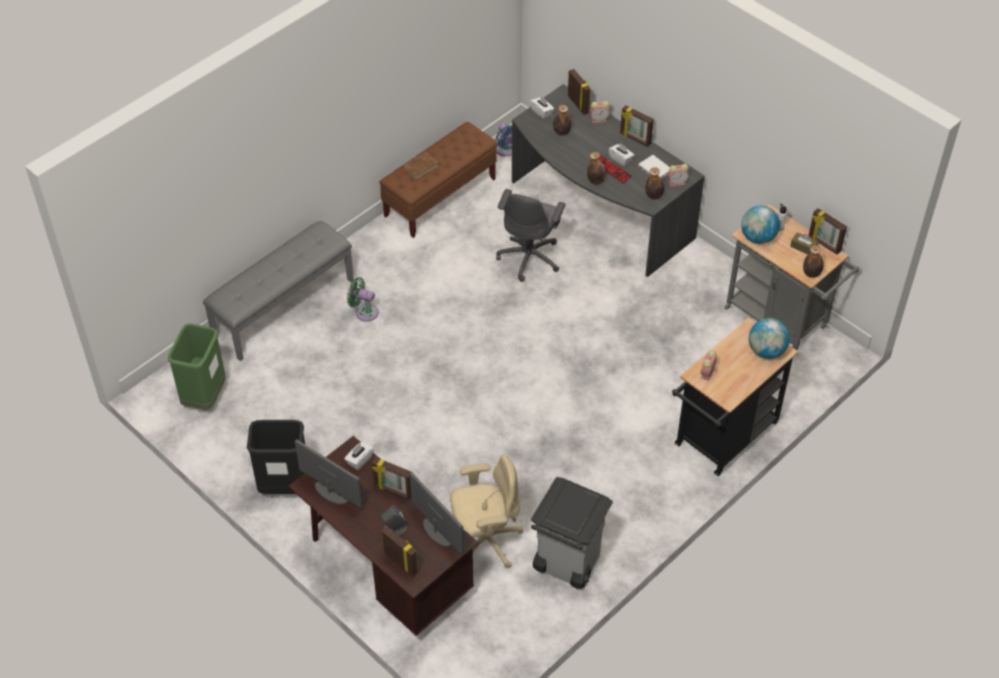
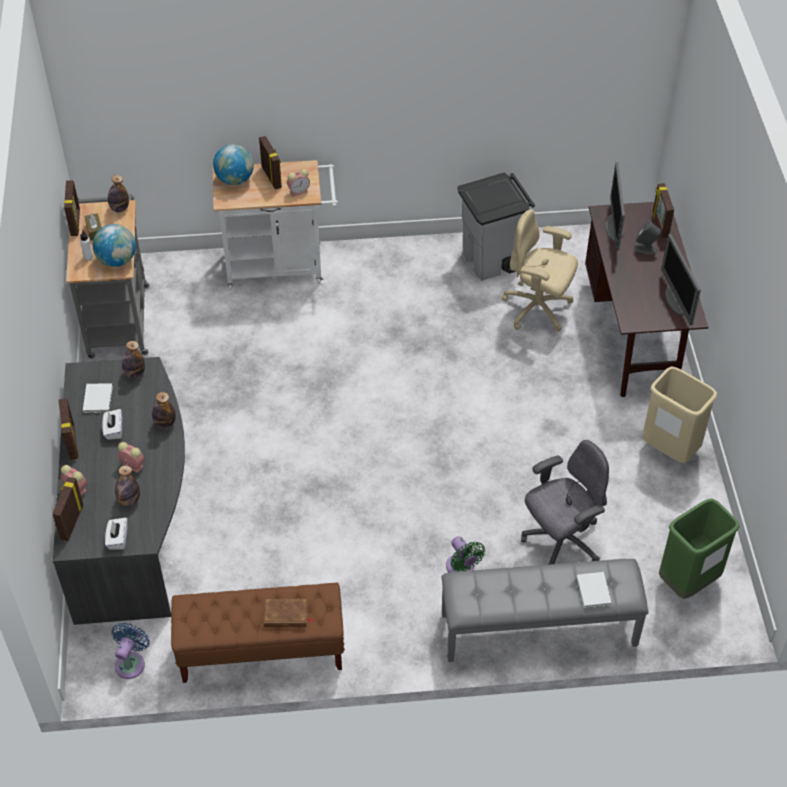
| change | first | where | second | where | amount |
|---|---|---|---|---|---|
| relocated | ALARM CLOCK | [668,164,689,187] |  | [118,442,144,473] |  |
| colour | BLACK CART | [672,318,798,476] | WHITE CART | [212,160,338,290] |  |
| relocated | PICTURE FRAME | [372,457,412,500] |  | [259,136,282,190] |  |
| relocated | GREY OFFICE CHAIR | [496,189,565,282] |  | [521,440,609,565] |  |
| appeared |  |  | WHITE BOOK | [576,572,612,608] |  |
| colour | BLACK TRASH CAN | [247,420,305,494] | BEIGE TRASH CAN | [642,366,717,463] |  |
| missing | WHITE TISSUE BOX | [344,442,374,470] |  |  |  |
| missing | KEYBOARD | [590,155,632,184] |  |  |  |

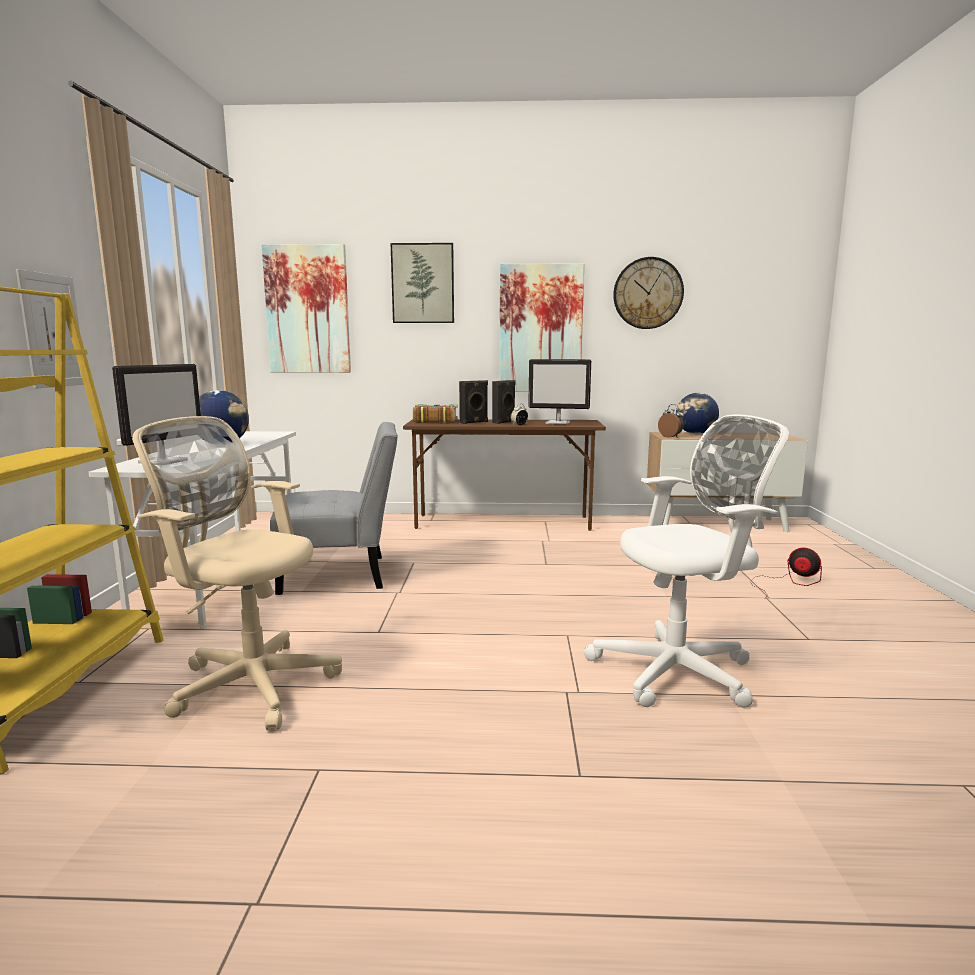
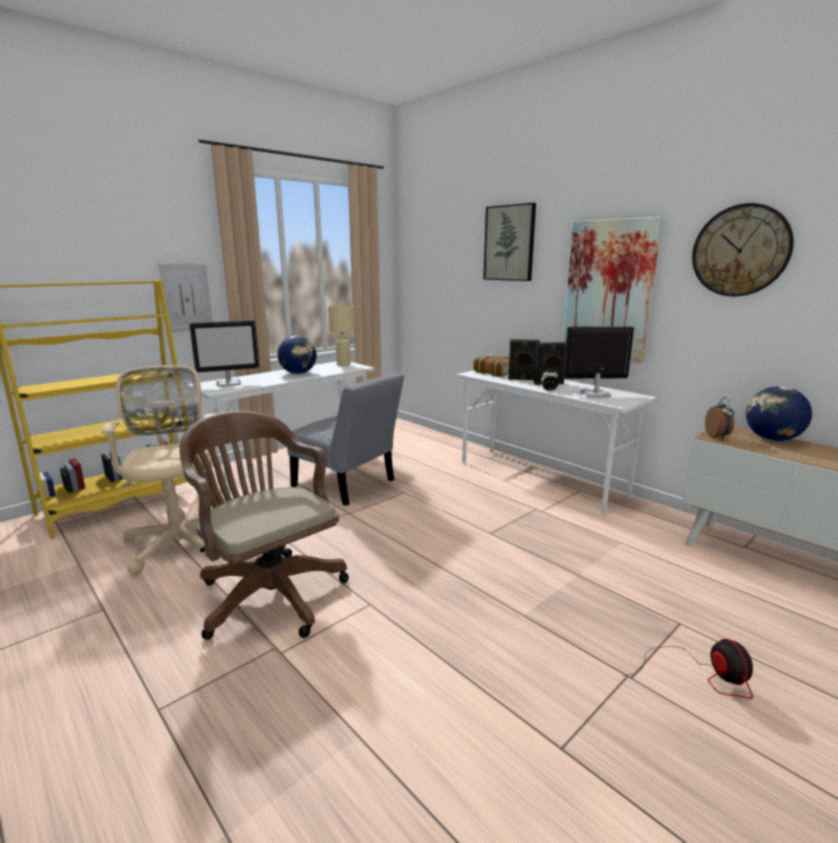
| change | first | where | second | where | amount |
|---|---|---|---|---|---|
| appeared |  |  | BROWN OFFICE CHAIR | [179,411,349,640] |  |
| appeared |  |  | BEIGE TABLE LAMP | [328,305,355,366] |  |
| colour | BROWN DESK | [403,419,606,531] | WHITE DESK | [457,370,657,515] |  |
| spun | MONITOR | [528,359,591,425] |  | [563,326,634,397] | 120 degrees clockwise |
| missing | PICTURE | [261,244,351,373] |  |  |  |
| missing | WHITE OFFICE CHAIR | [584,415,789,708] |  |  |  |

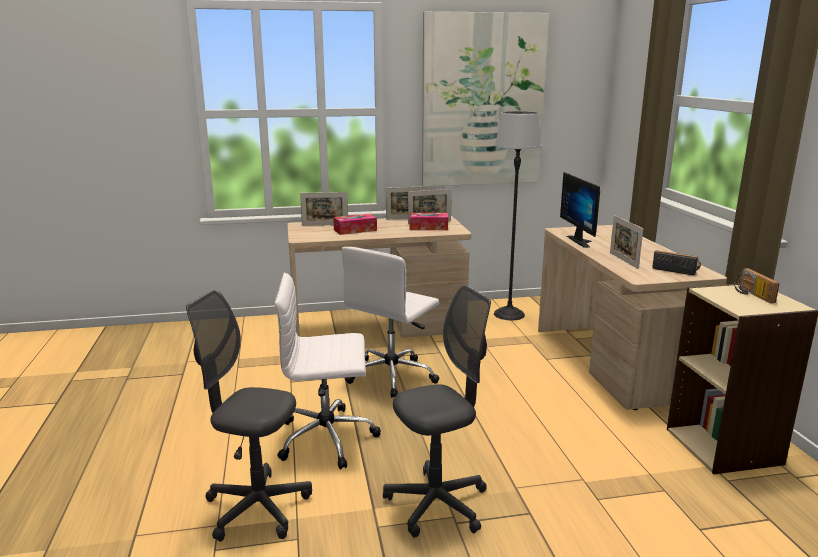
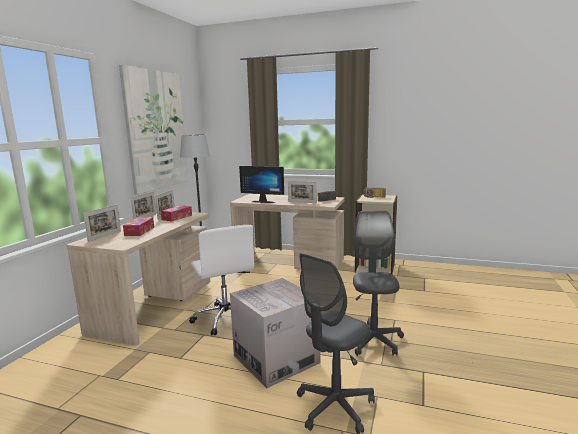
| change | first | where | second | where | amount |
|---|---|---|---|---|---|
| exchanged | WHITE OFFICE CHAIR | [275,273,381,470] | CARDBOARD BOX | [230,278,321,388] |  |

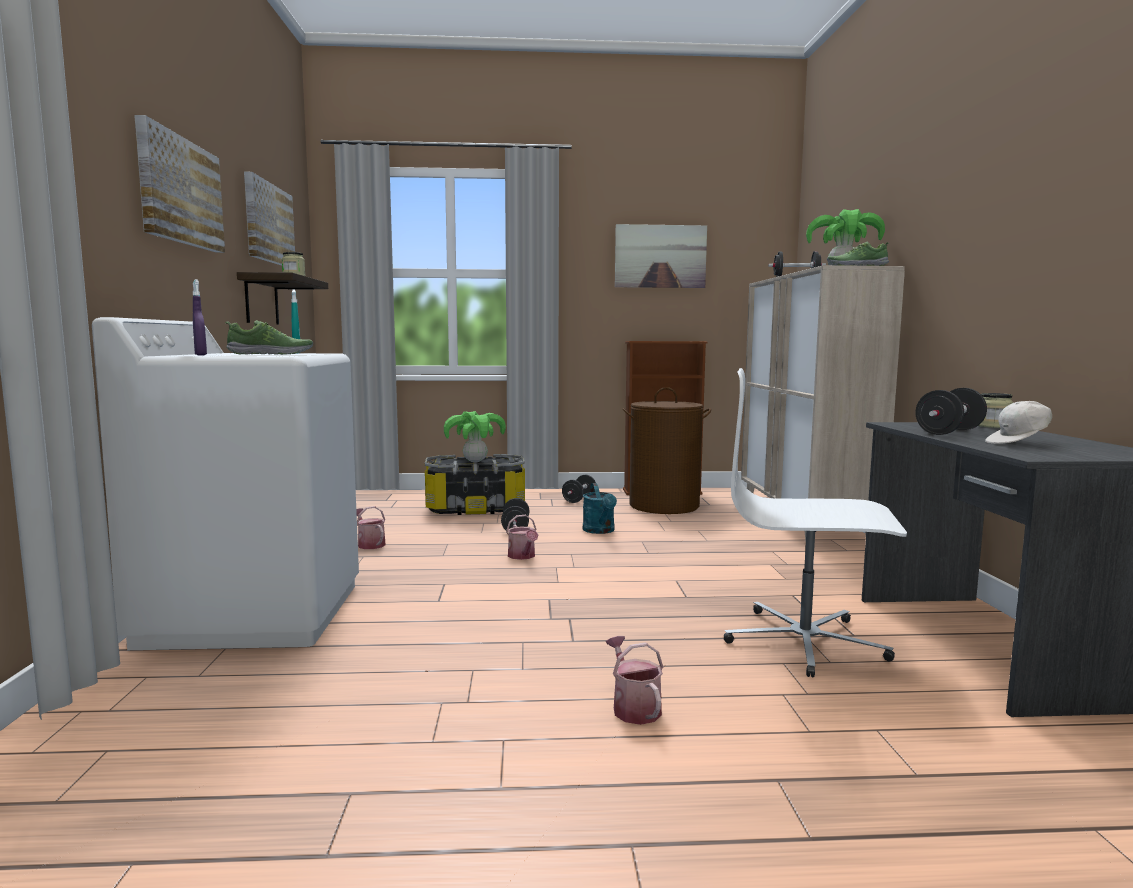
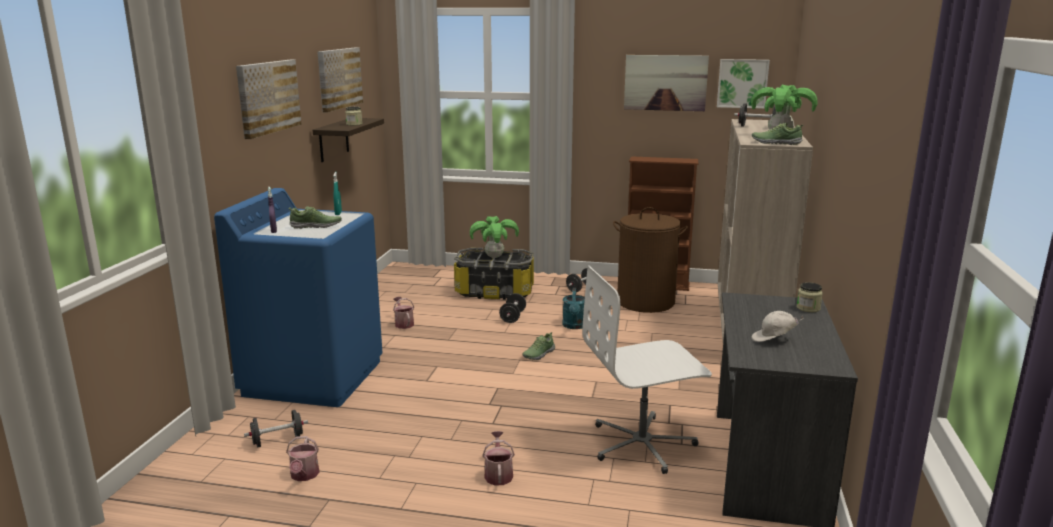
| change | first | where | second | where | amount |
|---|---|---|---|---|---|
| colour | WHITE WASHING MACHINE | [92,317,359,650] | BLUE WASHING MACHINE | [214,188,382,407] |  |
| relocated | BLACK DUMBBELL | [916,388,987,435] |  | [244,410,308,448] |  |
| relocated | WATERING CAN | [506,515,538,560] |  | [286,436,319,481] |  |
| appeared |  |  | SHOE | [522,332,555,360] |  |
| spun | WHITE OFFICE CHAIR | [724,368,907,677] |  | [582,265,712,474] | 45 degrees counterclockwise |
| appeared |  |  | PICTURE | [717,59,770,109] |  |

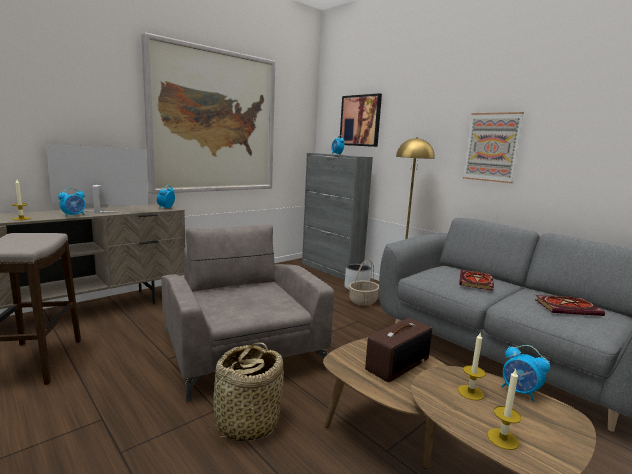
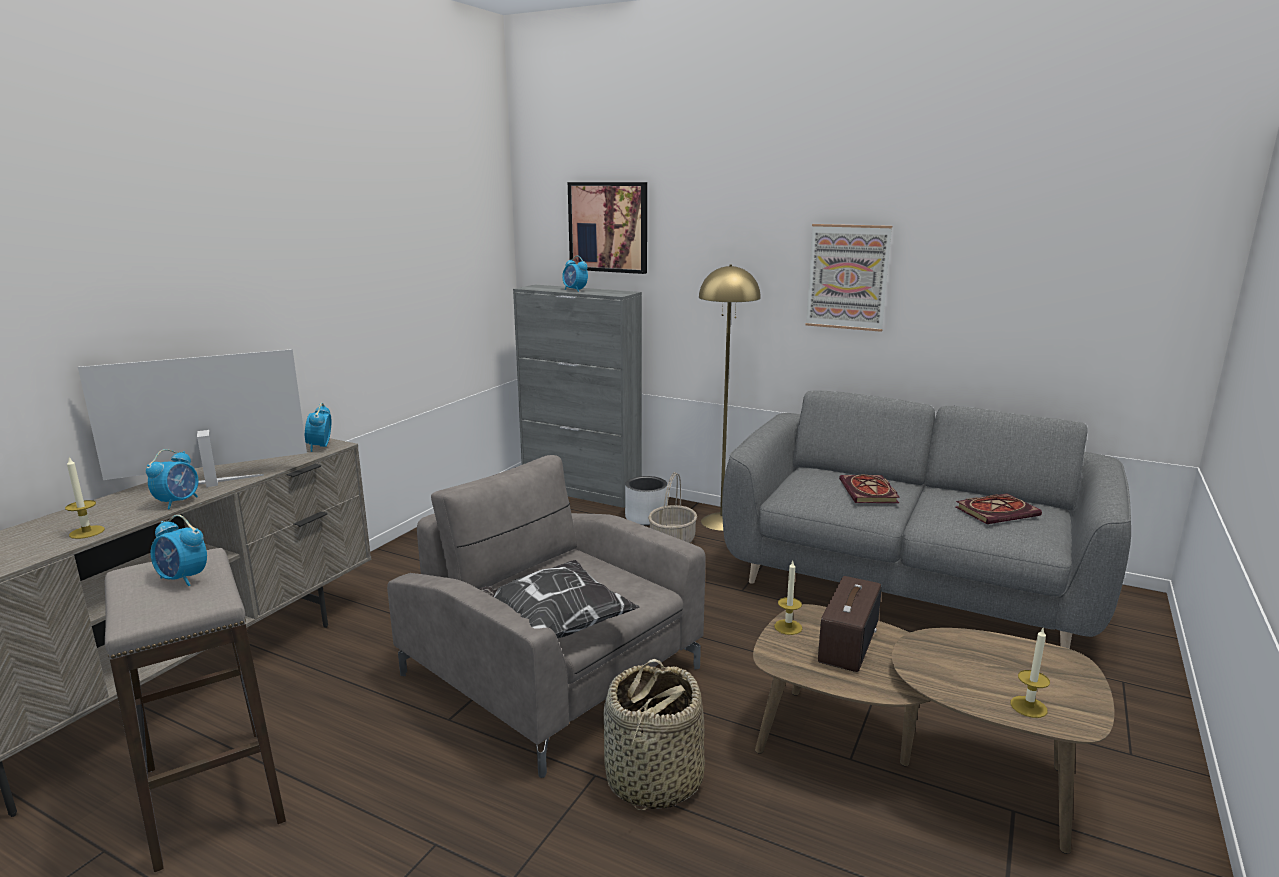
| change | first | where | second | where | amount |
|---|---|---|---|---|---|
| relocated | ALARM CLOCK | [501,345,550,402] |  | [150,515,207,587] |  |
| appeared |  |  | PILLOW | [480,560,640,639] |  |
| relocated | CANDLE | [458,331,486,401] |  | [774,561,802,635] |  |
| missing | PICTURE | [141,33,275,194] |  |  |  |

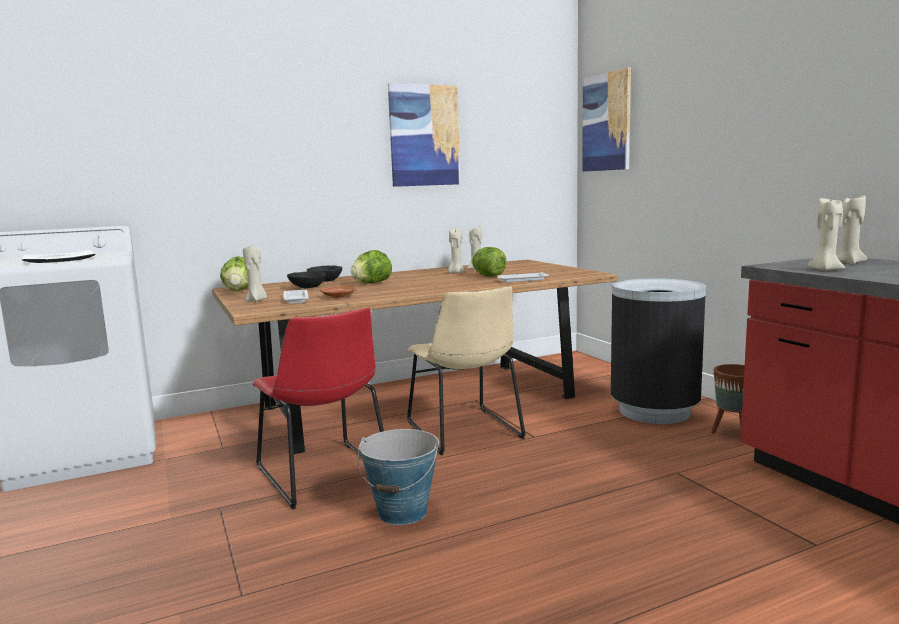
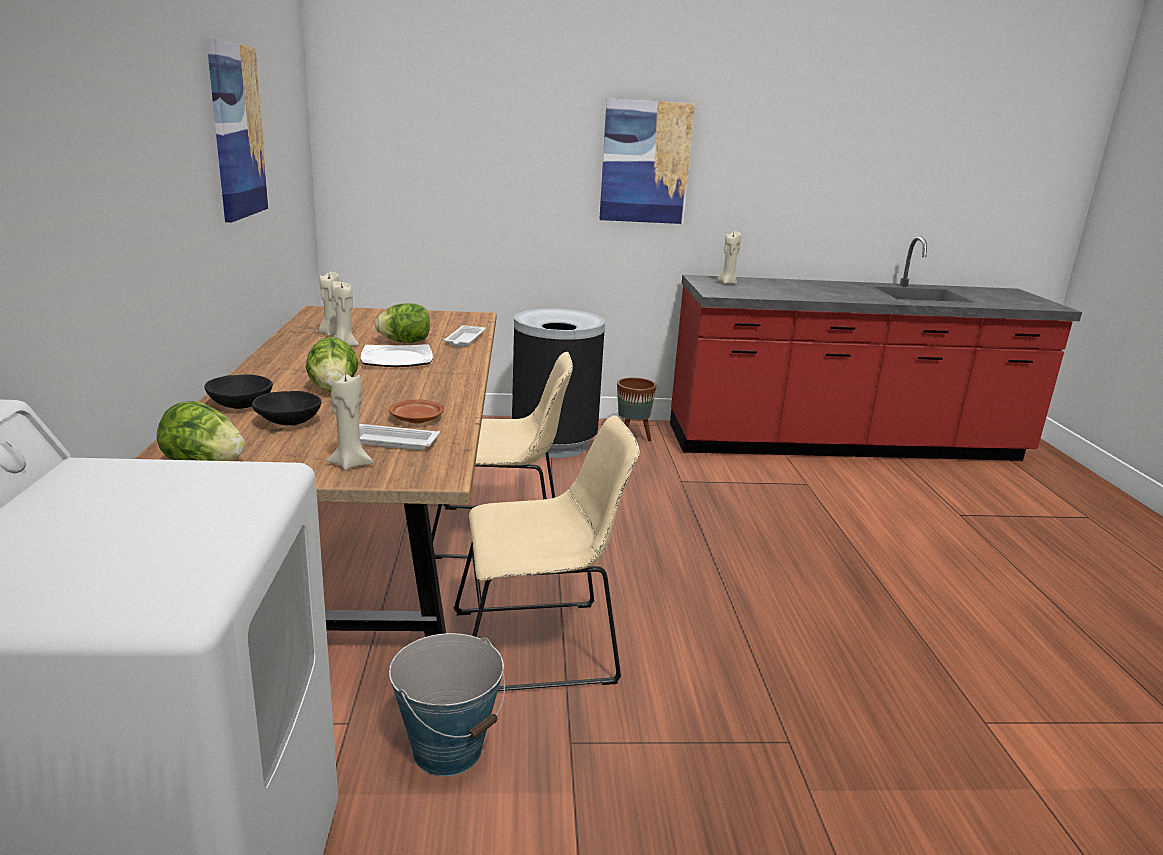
| change | first | where | second | where | amount |
|---|---|---|---|---|---|
| relocated | PLATE | [22,250,96,263] |  | [361,344,433,367] |  |
| relocated | BUCKET | [358,429,439,525] |  | [389,633,505,776] |  |
| colour | RED CHAIR | [253,307,384,510] | BEIGE CHAIR | [453,415,640,691] |  |
| relocated | PICTURE | [582,67,631,172] |  | [599,98,695,224] |  |
| missing | BEIGE CANDLE | [808,196,845,271] |  |  |  |

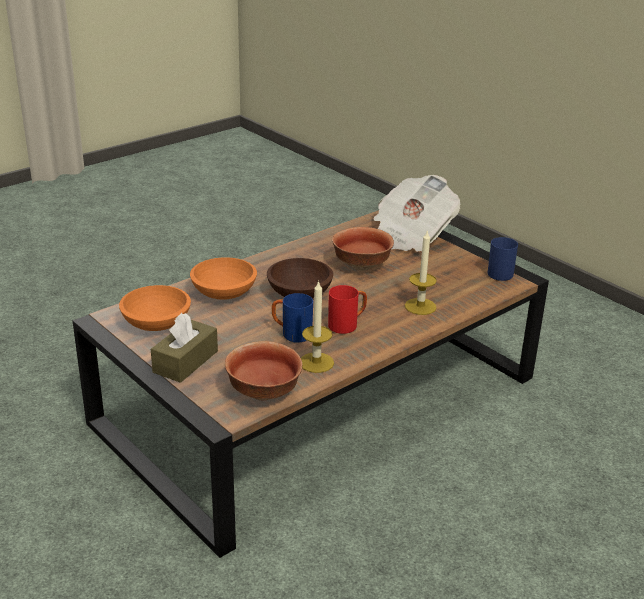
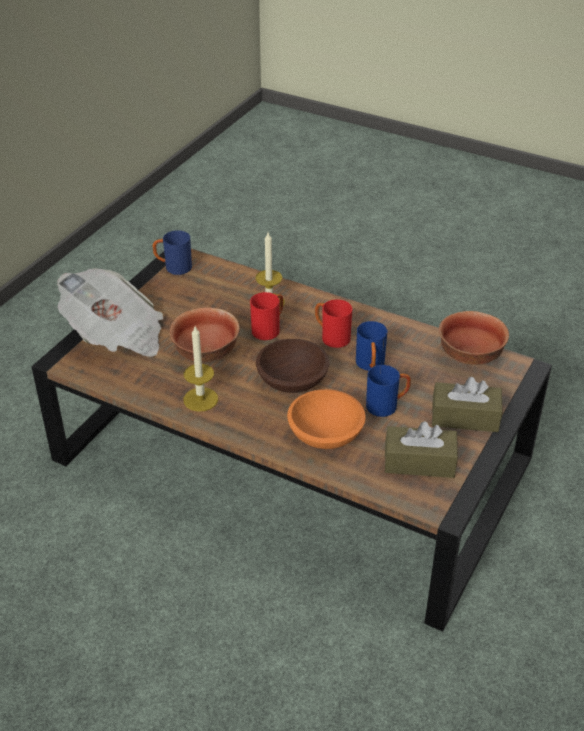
| change | first | where | second | where | amount |
|---|---|---|---|---|---|
| relocated | CANDLE | [301,280,334,373] |  | [184,326,218,412] |  |
| appeared |  |  | RED MUG | [250,292,283,340] |  |
| appeared |  |  | BLUE MUG | [366,365,411,417] |  |
| exchanged | ORANGE BOWL | [119,285,191,331] | BROWN TISSUE BOX | [385,421,458,478] |  |

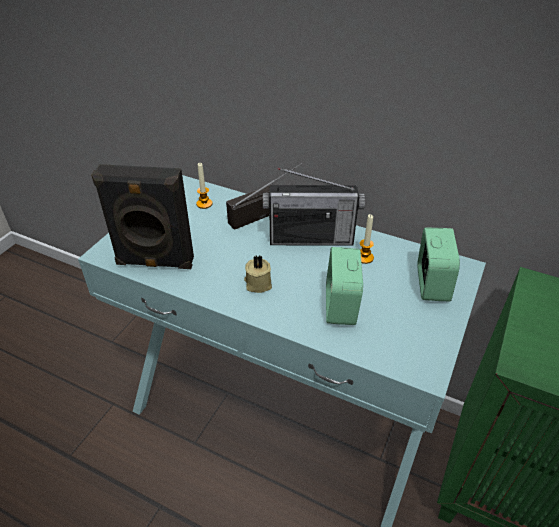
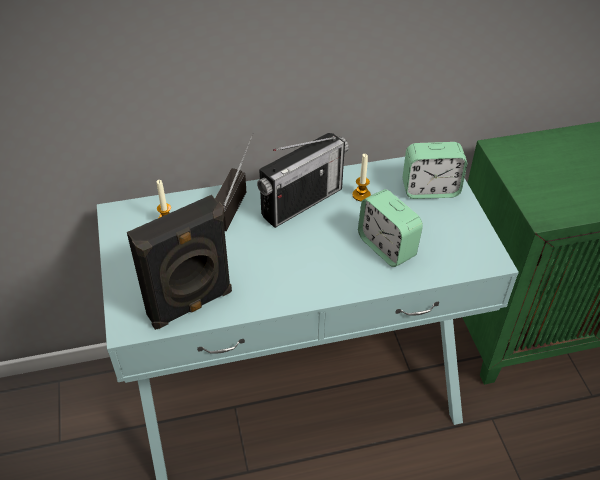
| change | first | where | second | where | amount |
|---|---|---|---|---|---|
| spun | ALARM CLOCK | [417,228,460,301] |  | [403,142,467,199] | 120 degrees clockwise |
| missing | BEIGE CANDLE | [244,256,272,293] |  |  |  |

